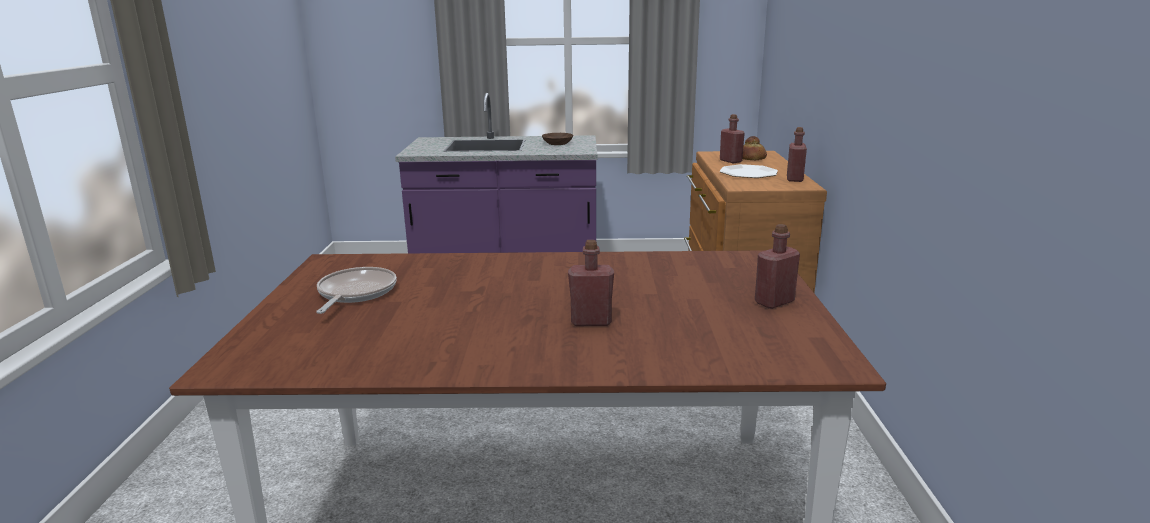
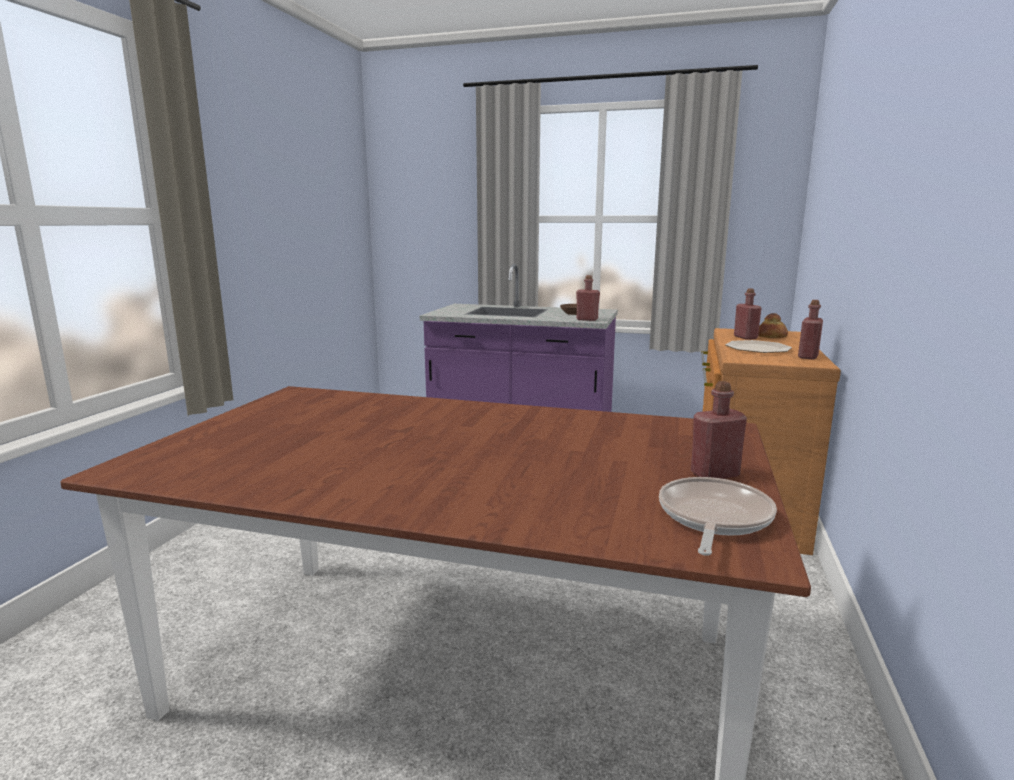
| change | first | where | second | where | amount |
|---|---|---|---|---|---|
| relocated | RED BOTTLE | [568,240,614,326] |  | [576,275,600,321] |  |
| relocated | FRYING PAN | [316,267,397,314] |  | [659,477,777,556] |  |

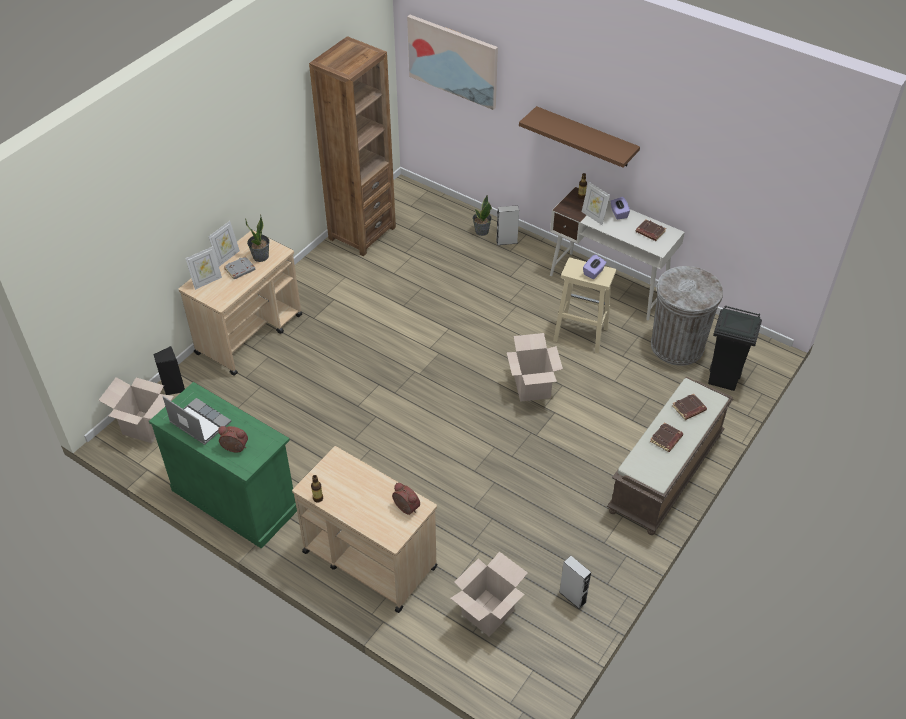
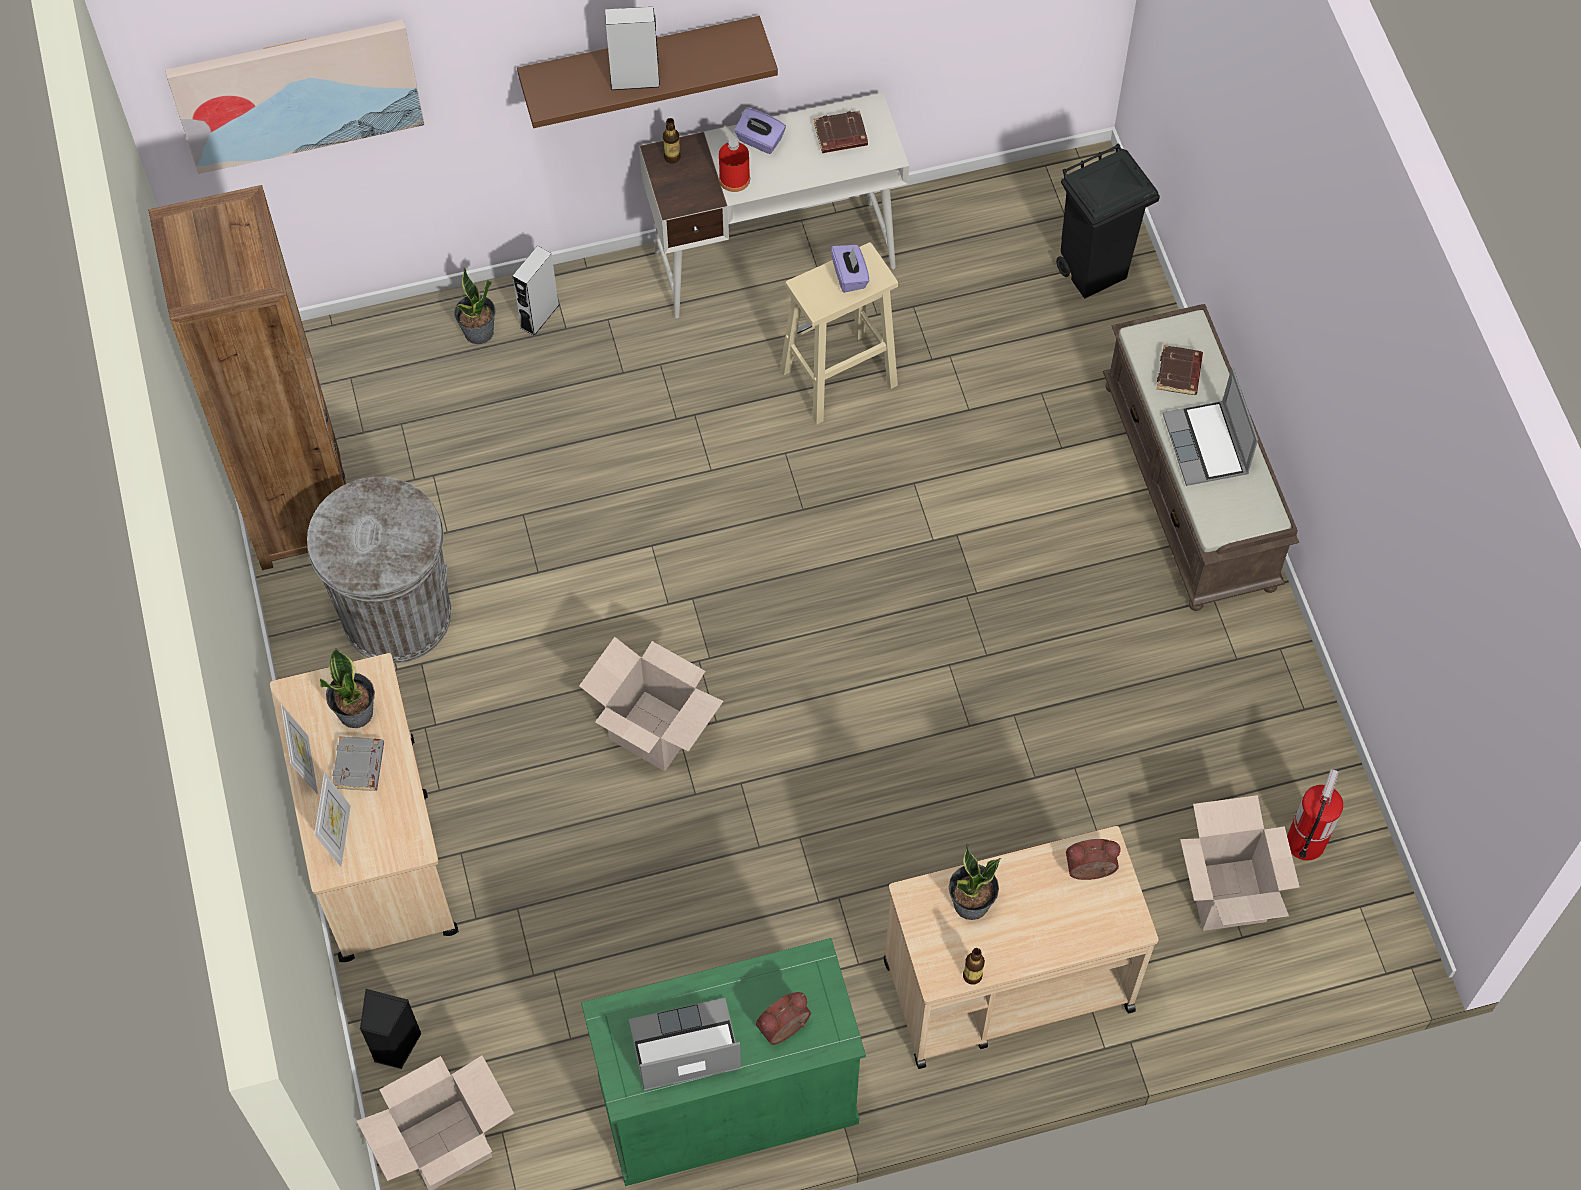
| change | first | where | second | where | amount |
|---|---|---|---|---|---|
| relocated | GREY TRASH CAN | [651,266,723,366] |  | [307,477,451,663] |  |
| relocated | CARDBOARD BOX | [507,333,563,402] |  | [579,637,723,771] |  |
| relocated | GREY SPEAKER | [559,556,591,609] |  | [605,7,660,90] |  |
| exchanged | PICTURE FRAME | [582,182,610,225] | RED BOTTLE | [719,139,750,192] |  |
| appeared |  |  | POTTED PLANT | [949,844,1001,920] |  |
| exchanged | BROWN BOOK | [650,422,683,452] | LAPTOP | [1163,367,1258,486] |  |
| appeared |  |  | FIRE EXTINGUISHER | [1287,769,1343,861] |  |

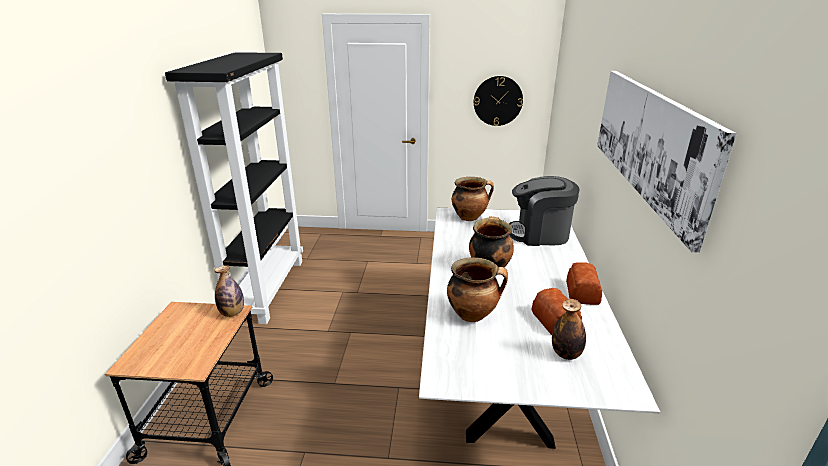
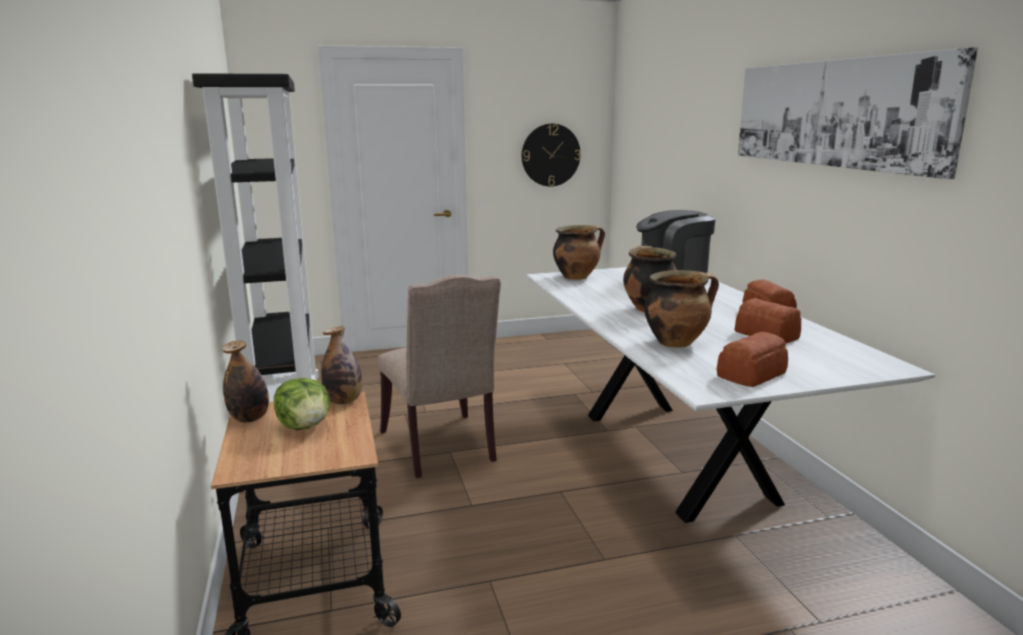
| change | first | where | second | where | amount |
|---|---|---|---|---|---|
| relocated | BOTTLE | [552,299,586,360] |  | [222,340,269,422] |  |
| appeared |  |  | LETTUCE | [274,378,330,430] |  |
| appeared |  |  | BEIGE CHAIR | [378,275,501,478] |  |
| appeared |  |  | BREAD | [717,332,788,387] |  |

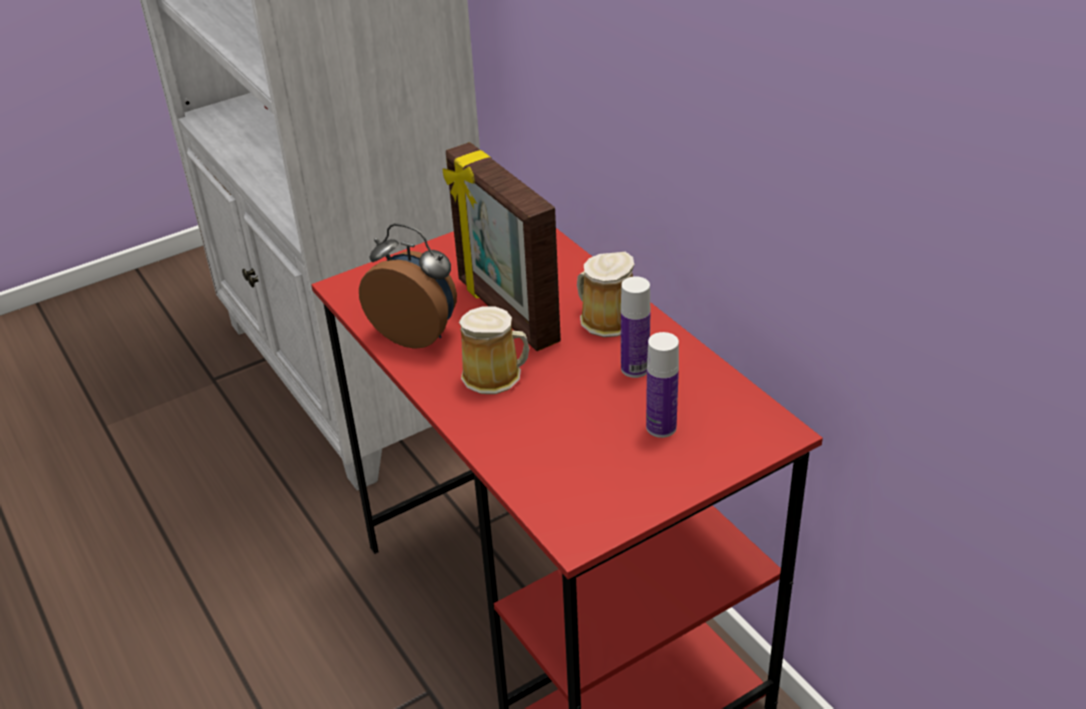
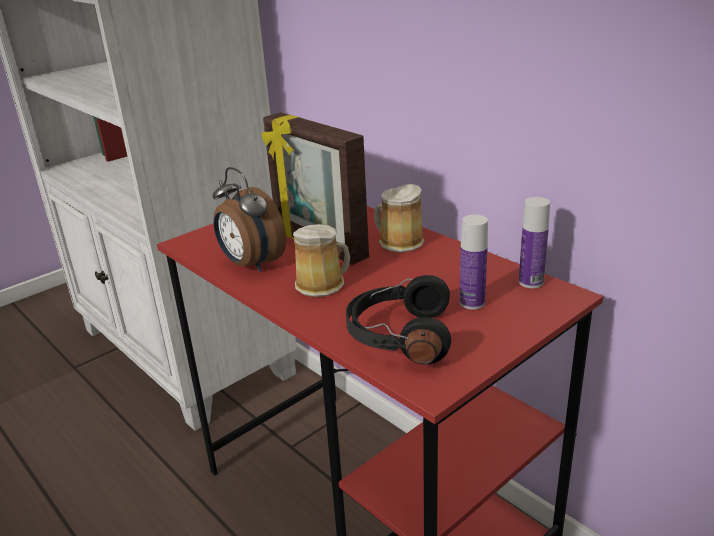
| change | first | where | second | where | amount |
|---|---|---|---|---|---|
| spun | ALARM CLOCK | [359,223,457,349] |  | [213,167,286,272] | 150 degrees counterclockwise |
| appeared |  |  | BLACK HEADPHONES | [346,275,451,364] |  |
| relocated | BOTTLE | [621,276,651,378] |  | [519,197,550,288] |  |

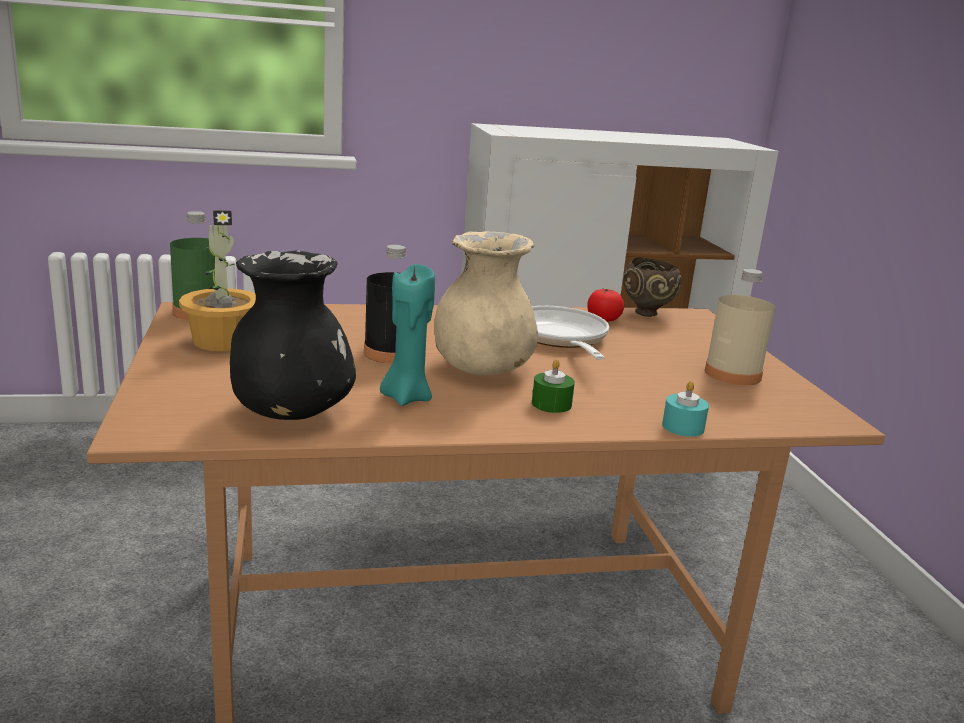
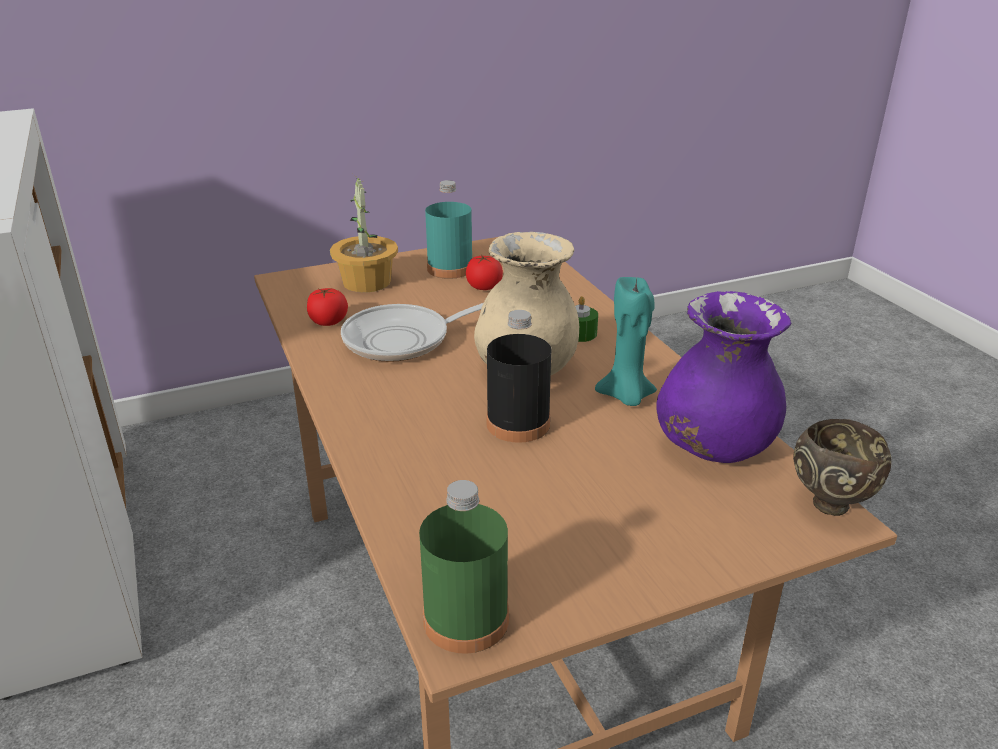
| change | first | where | second | where | amount |
|---|---|---|---|---|---|
| relocated | POTTED PLANT | [179,210,256,351] |  | [330,174,398,293] |  |
| colour | BEIGE BOTTLE | [705,269,775,385] | TURQUOISE BOTTLE | [425,180,472,279] |  |
| appeared |  |  | TOMATO | [466,255,503,290] |  |
| colour | BLACK VASE | [230,250,356,420] | PURPLE VASE | [656,291,792,463] |  |
| relocated | BROWN BOWL | [623,258,682,317] |  | [793,419,892,516] |  |
| missing | TURQUOISE CANDLE | [662,381,709,437] |  |  |  |

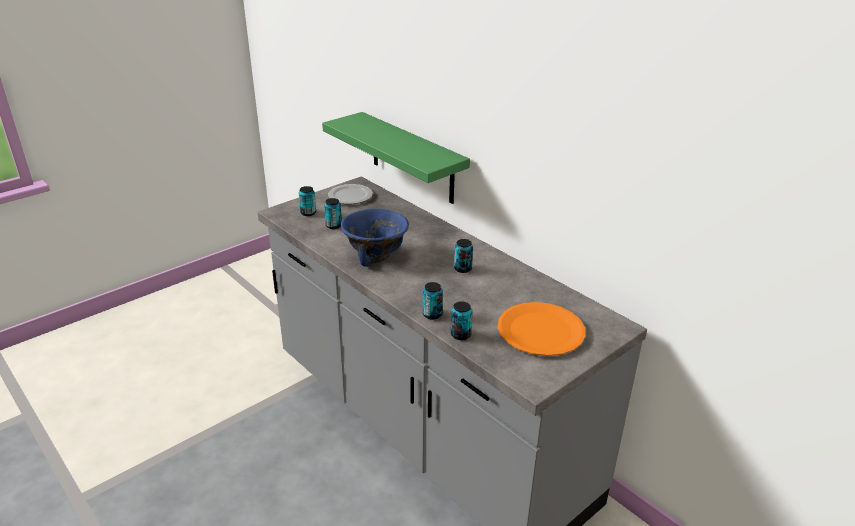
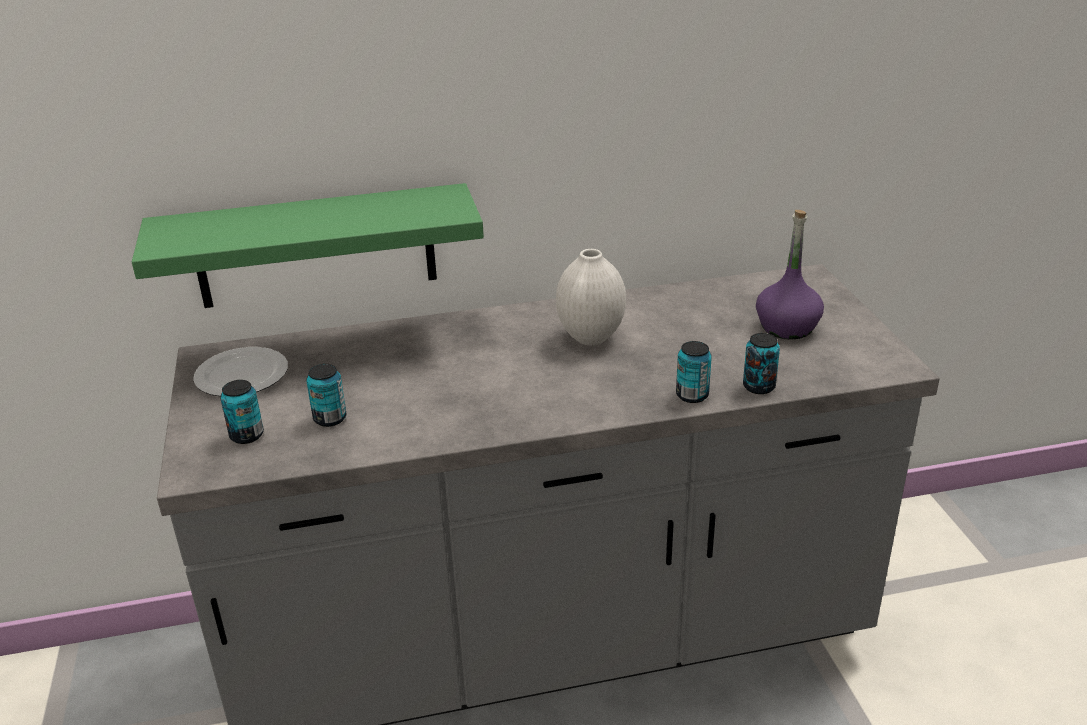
| change | first | where | second | where | amount |
|---|---|---|---|---|---|
| exchanged | CAN | [454,239,473,273] | WHITE VASE | [556,249,626,345] |  |
| exchanged | ORANGE PLATE | [498,302,585,356] | PURPLE BOTTLE | [756,210,824,339] |  |
| missing | BLUE BOWL | [341,209,409,267] |  |  |  |

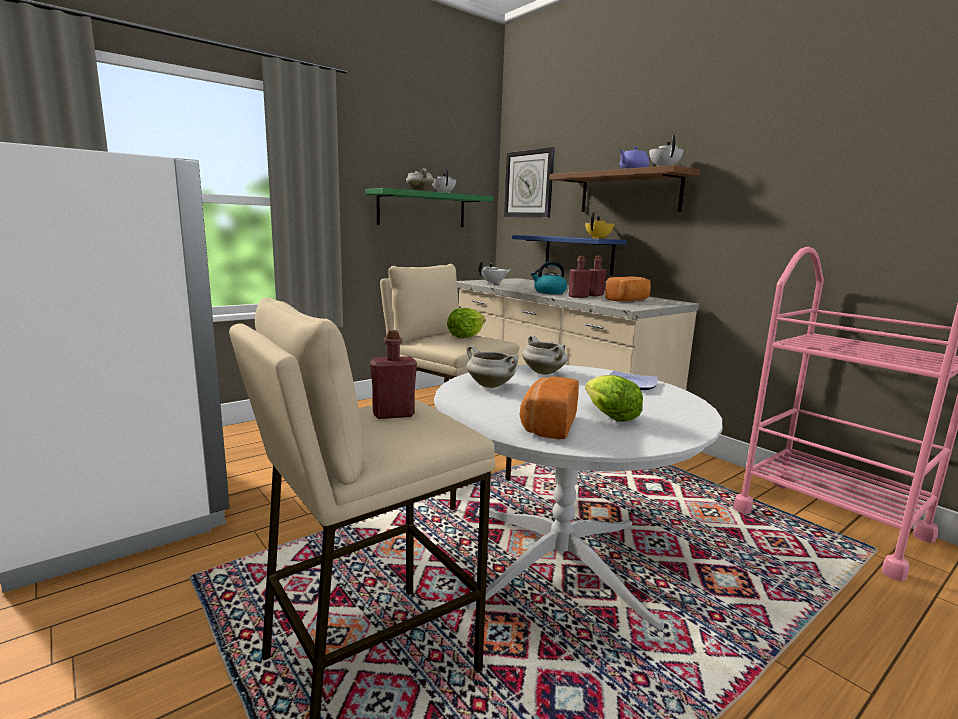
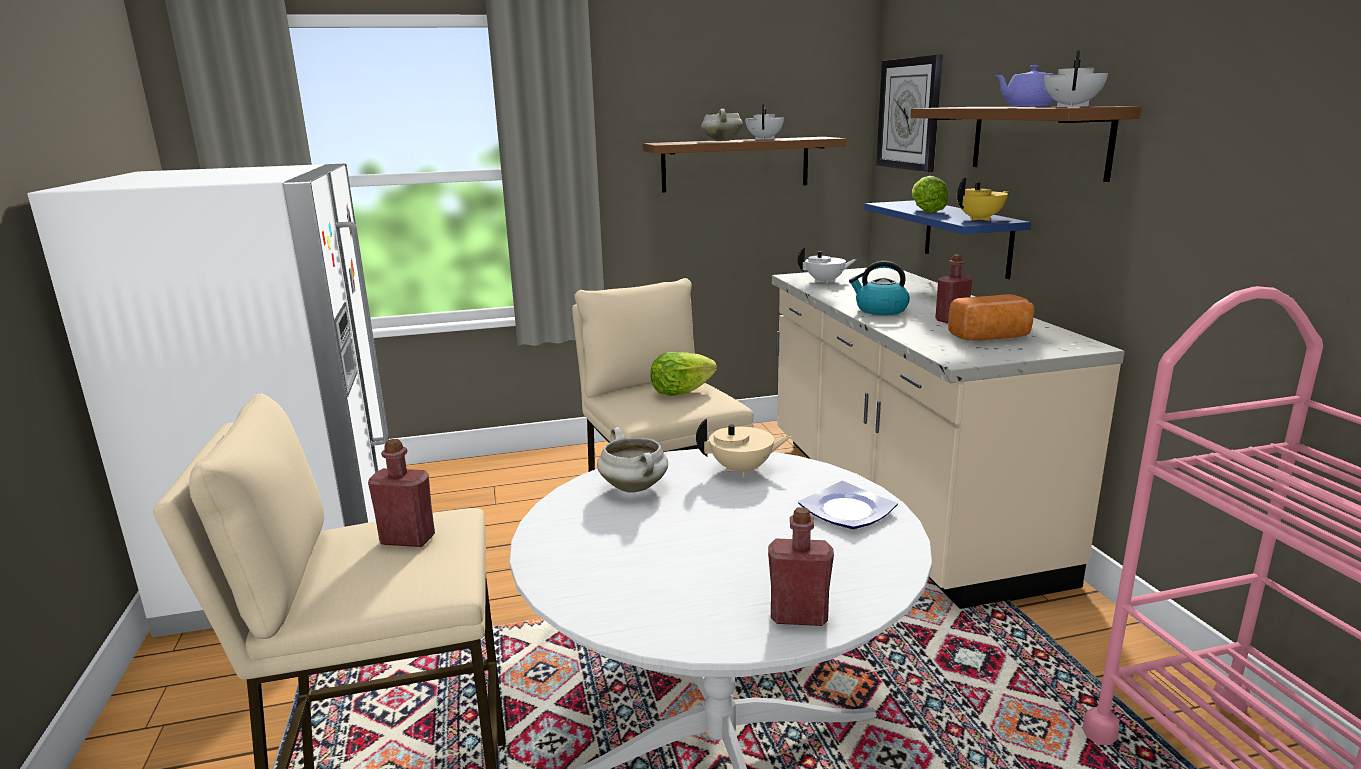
| change | first | where | second | where | amount |
|---|---|---|---|---|---|
| colour | GREEN SHELF | [365,188,493,227] | BROWN SHELF | [643,137,846,193] |  |
| exchanged | WHITE COOKING POT | [522,335,568,375] | BEIGE TEAPOT | [696,418,792,477] |  |
| relocated | RED BOTTLE | [569,256,592,298] |  | [768,507,834,626] |  |
| relocated | LETTUCE | [585,375,643,422] |  | [912,176,948,213] |  |
| missing | BREAD | [519,376,579,440] |  |  |  |

